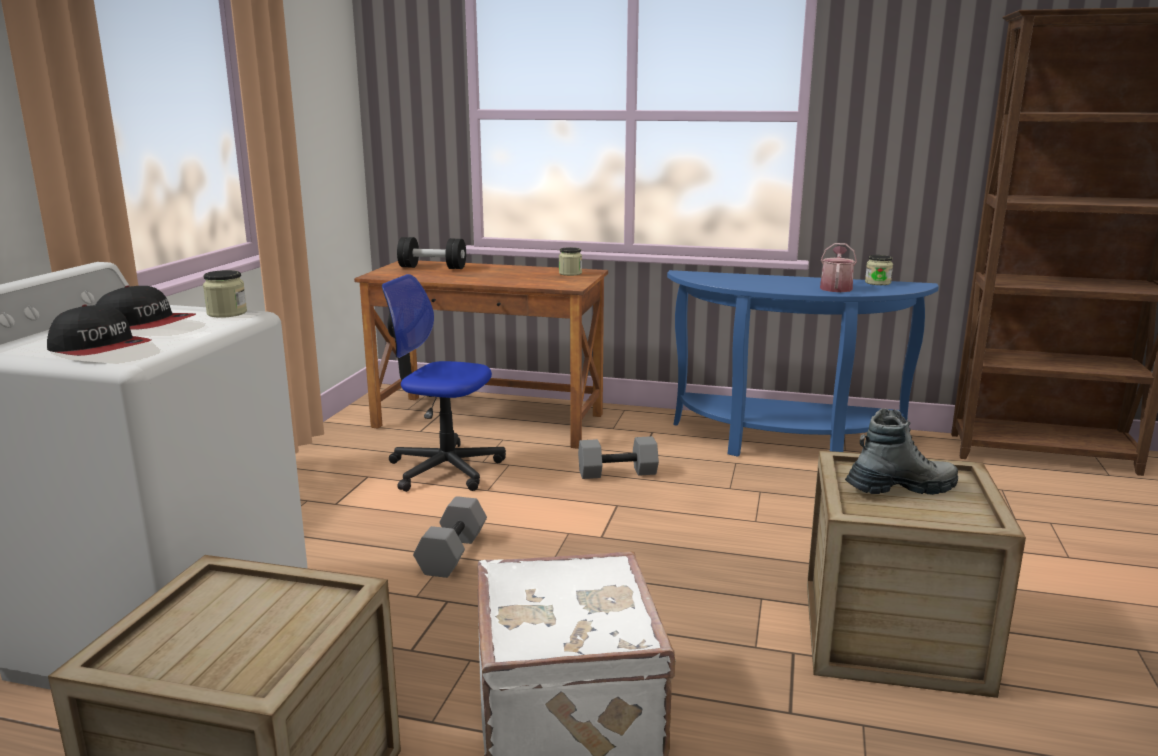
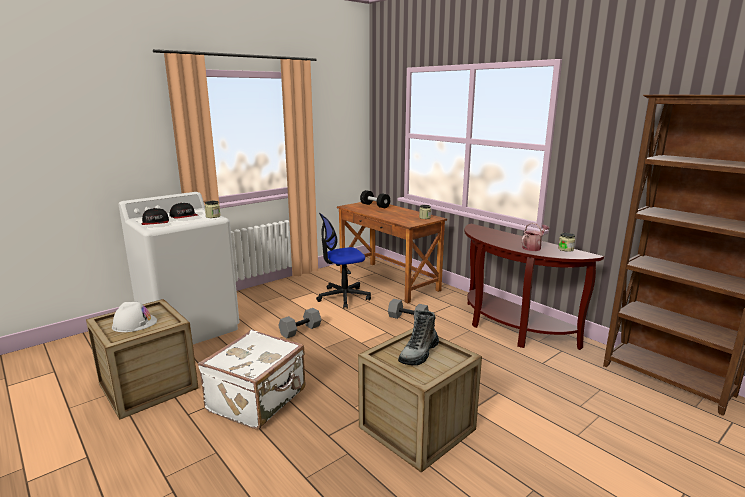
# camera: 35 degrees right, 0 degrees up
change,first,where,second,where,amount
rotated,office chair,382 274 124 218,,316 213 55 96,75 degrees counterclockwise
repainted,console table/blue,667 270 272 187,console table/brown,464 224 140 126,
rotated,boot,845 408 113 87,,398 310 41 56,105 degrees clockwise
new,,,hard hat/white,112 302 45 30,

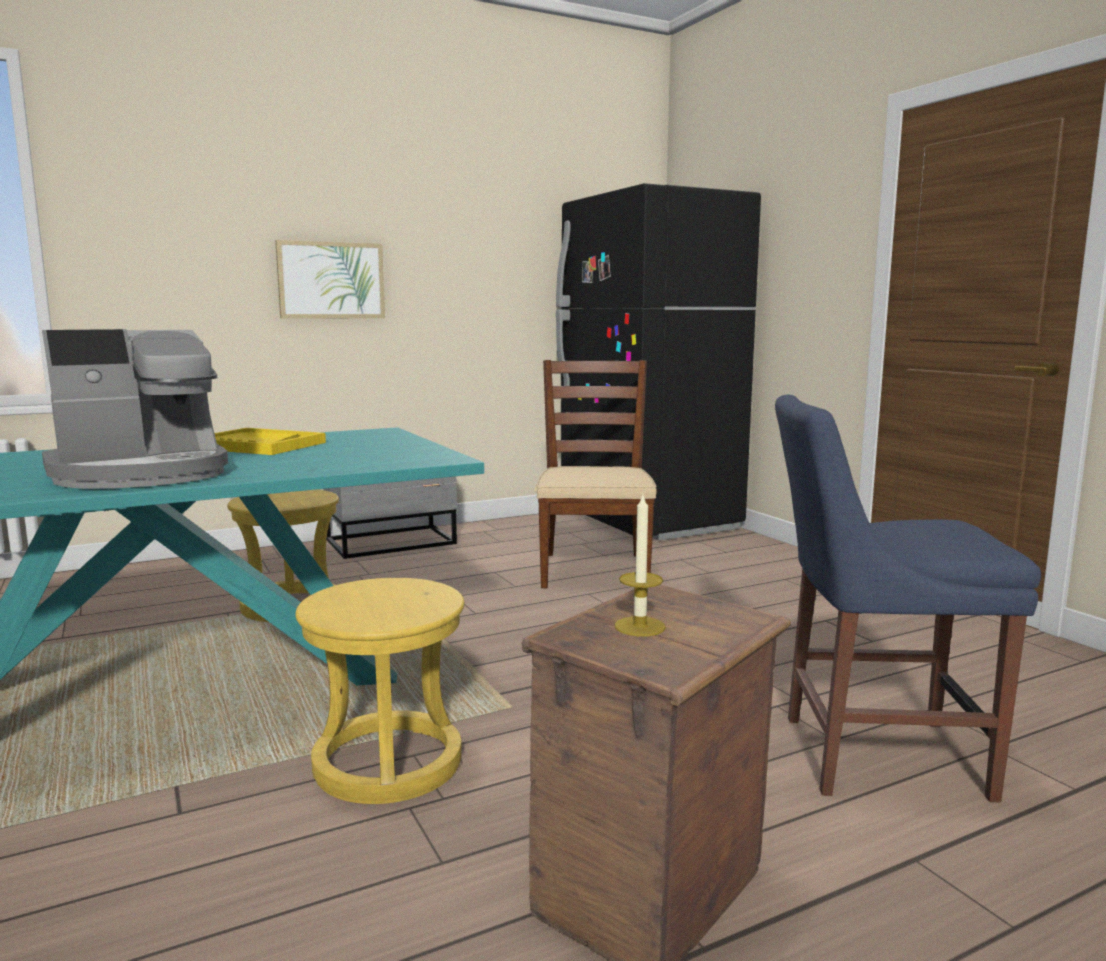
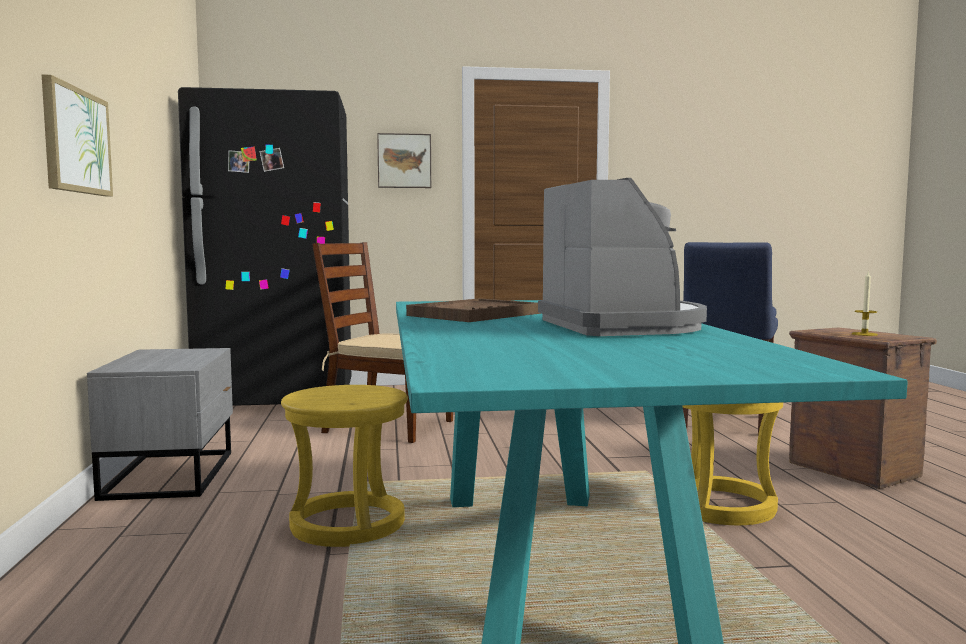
# camera: 70 degrees left, 5 degrees down
change,first,where,second,where,amount
repainted,tray/yellow,214 428 112 27,tray/brown,406 298 135 24,
new,,,picture,377 133 54 55,

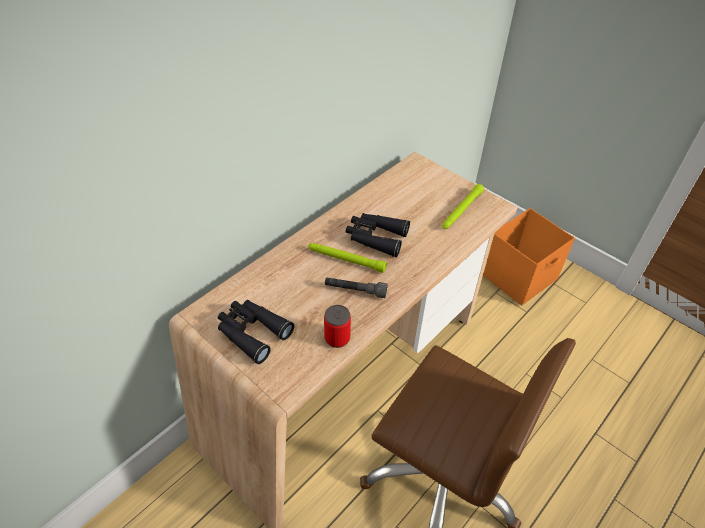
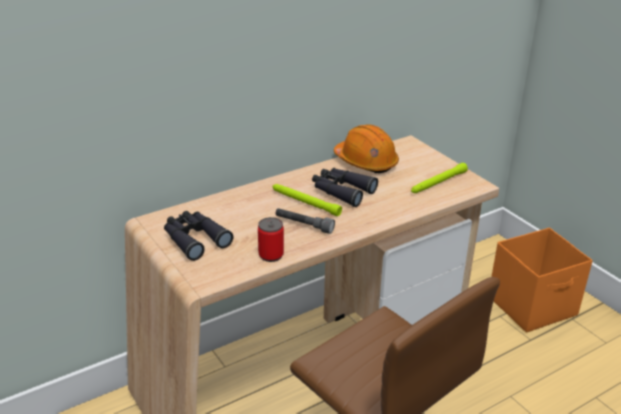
# camera: 15 degrees right, 15 degrees down
change,first,where,second,where,amount
new,,,hard hat/orange,334 124 65 49,

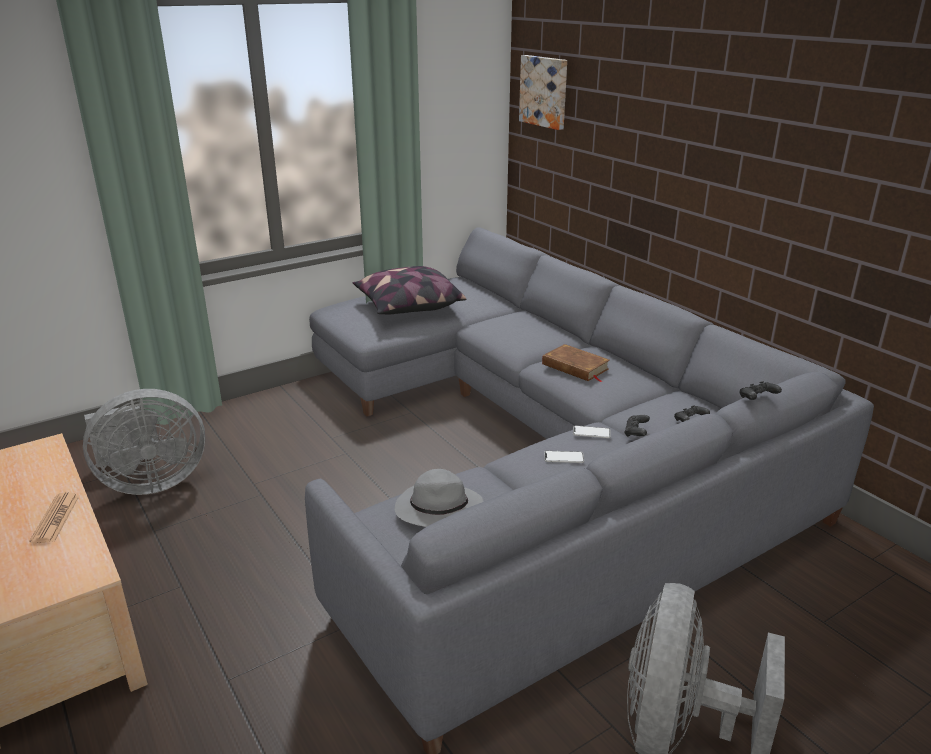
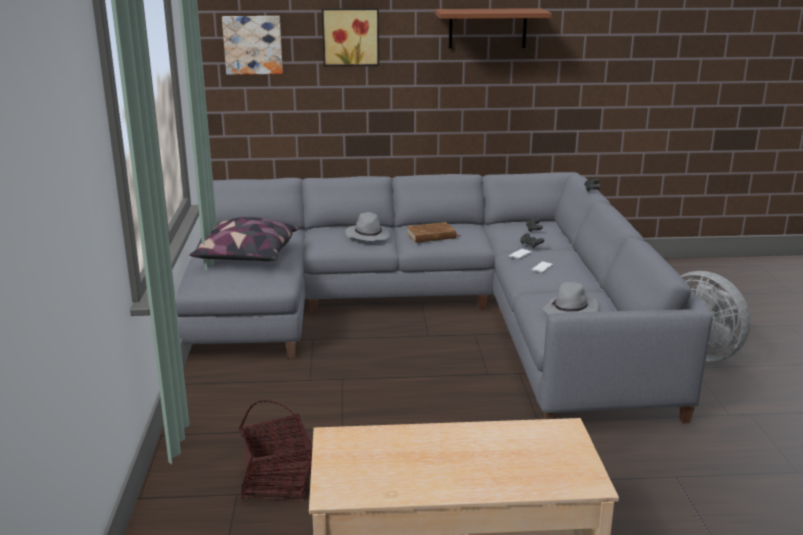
# camera: 60 degrees left, 5 degrees down
change,first,where,second,where,amount
gone,newspaper,29 492 50 51,,,
swapped,fan/grey,83 389 122 106,basket,239 400 74 100,
new,,,picture,322 8 57 59,
new,,,hat/grey,346 212 44 29,
new,,,shelf/brown,435 8 117 41,

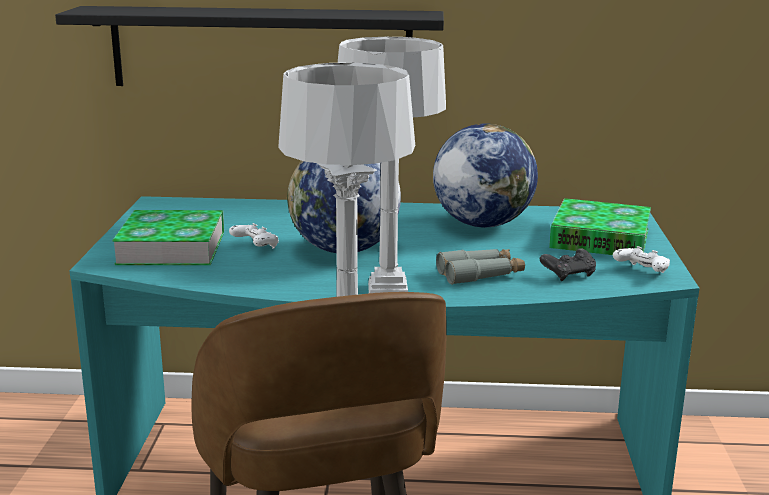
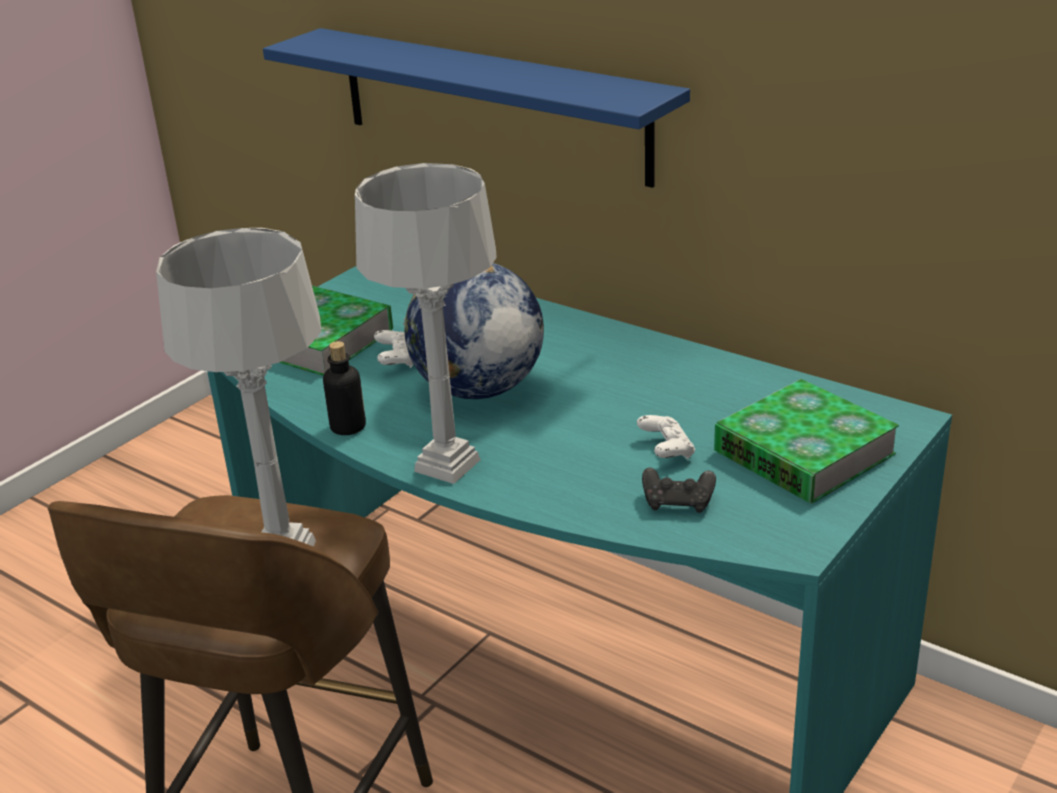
# camera: 35 degrees right, 10 degrees up
change,first,where,second,where,amount
repainted,shelf/black,55 6 389 80,shelf/blue,263 28 427 160,
gone,globe,433 124 105 104,,,
gone,binoculars/grey,436 249 89 36,,,
shifted,game controller/white,613 246 57 27,,637 415 58 44,
new,,,bottle,323 341 43 94,

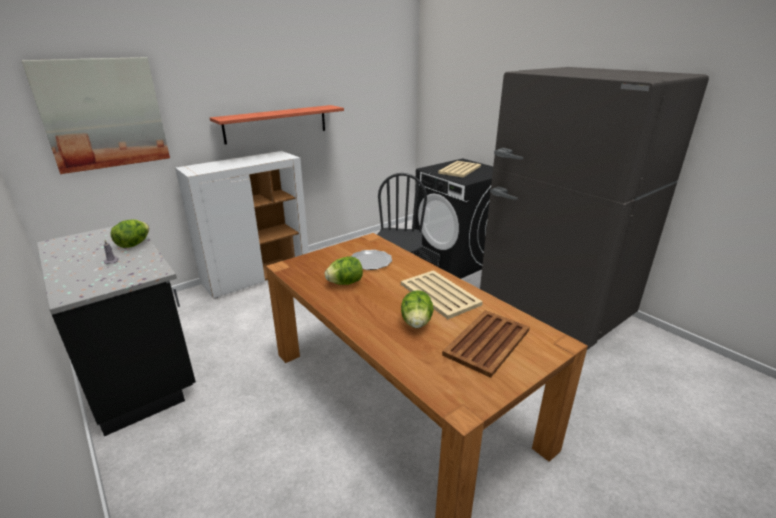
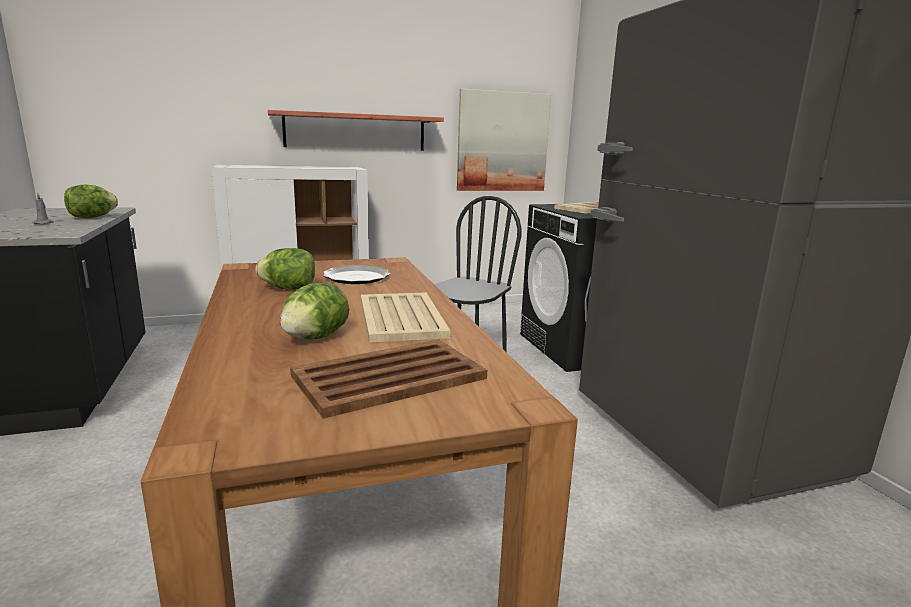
# camera: 20 degrees right, 10 degrees down
change,first,where,second,where,amount
shifted,picture,21 57 149 117,,457 89 94 102,

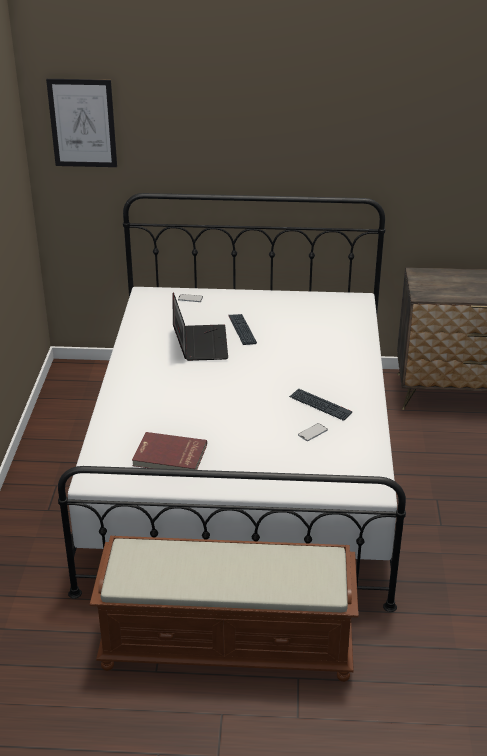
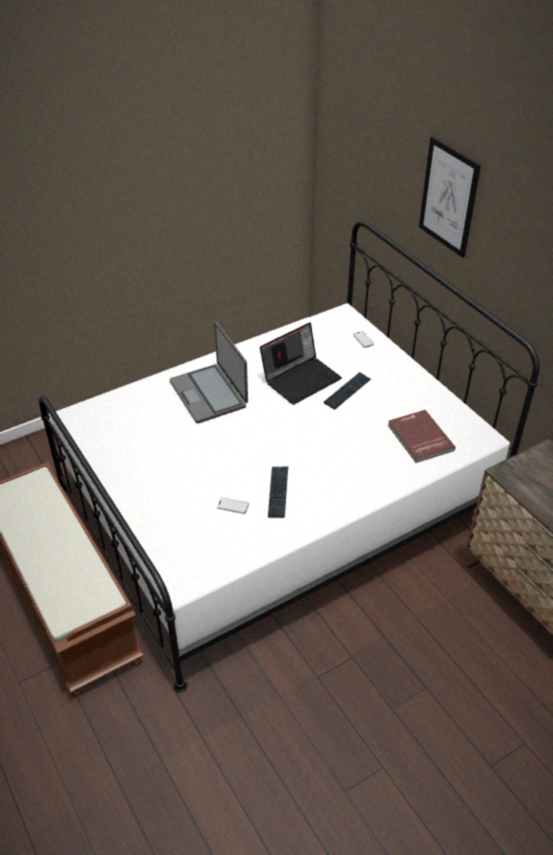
# camera: 55 degrees right, 10 degrees up
change,first,where,second,where,amount
shifted,picture,46 79 71 88,,419 137 62 121,
shifted,book/red,132 432 75 38,,388 410 67 53,
new,,,laptop,170 322 78 101,

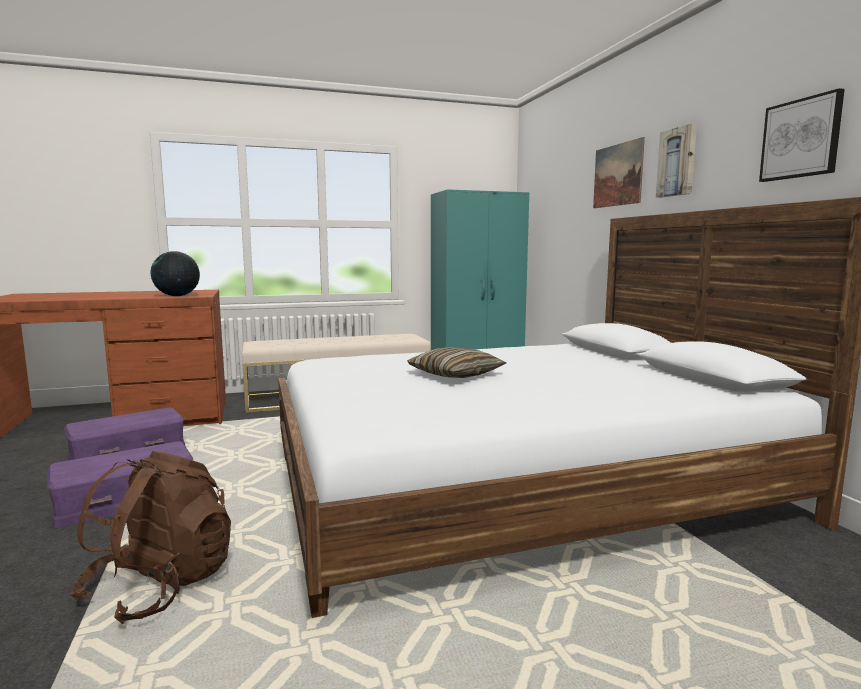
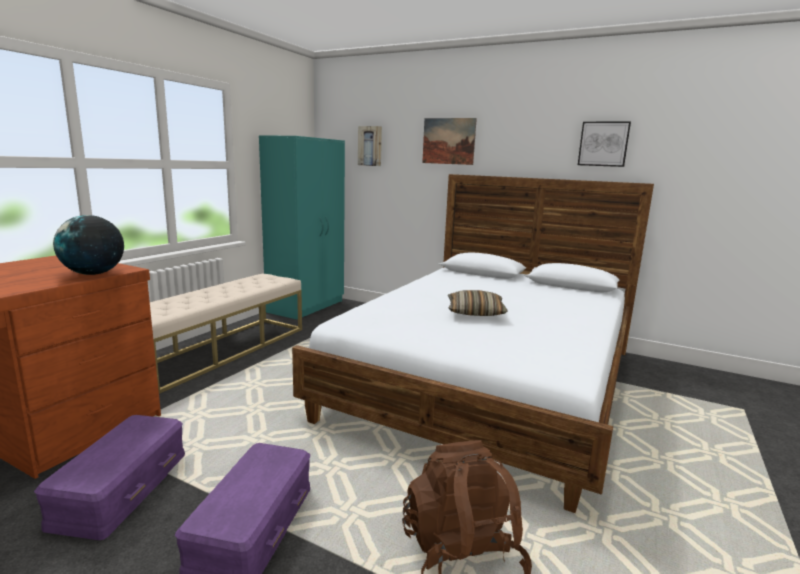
# camera: 45 degrees left, 5 degrees up
change,first,where,second,where,amount
shifted,picture,656 123 41 75,,358 126 24 40,

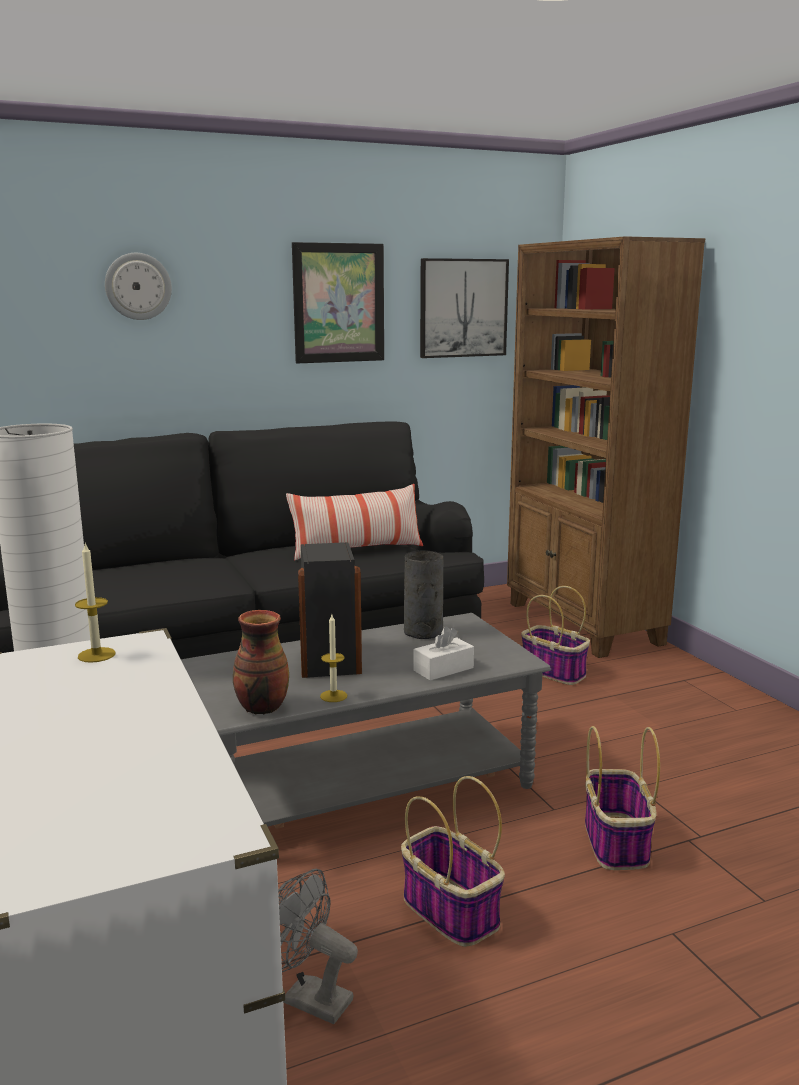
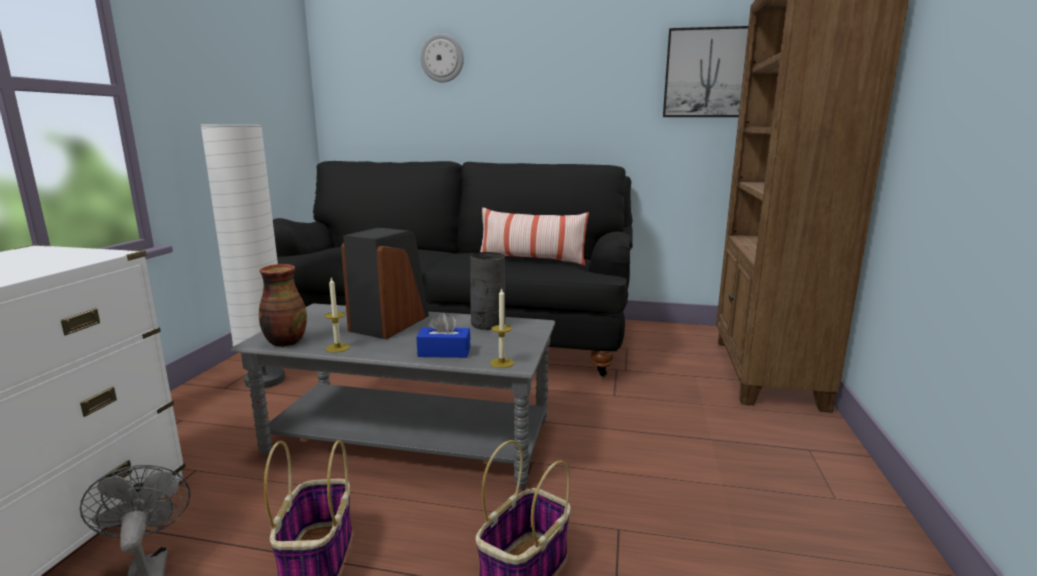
# camera: 35 degrees right, 0 degrees up
change,first,where,second,where,amount
shifted,candle,75 543 41 120,,490 287 24 81,
gone,picture,292 242 92 121,,,
repainted,tissue box/white,414 626 60 55,tissue box/blue,417 313 53 45,
gone,basket,521 586 69 99,,,

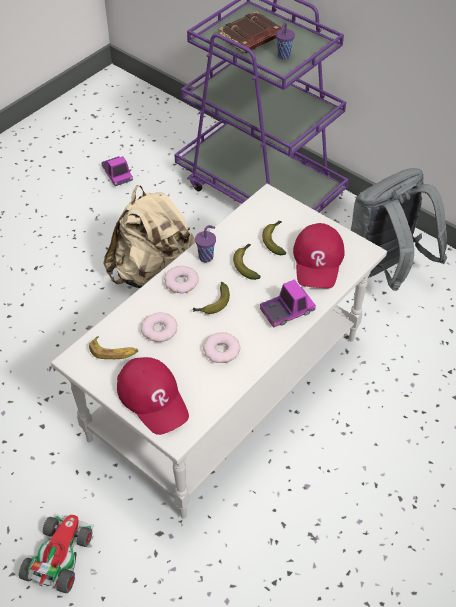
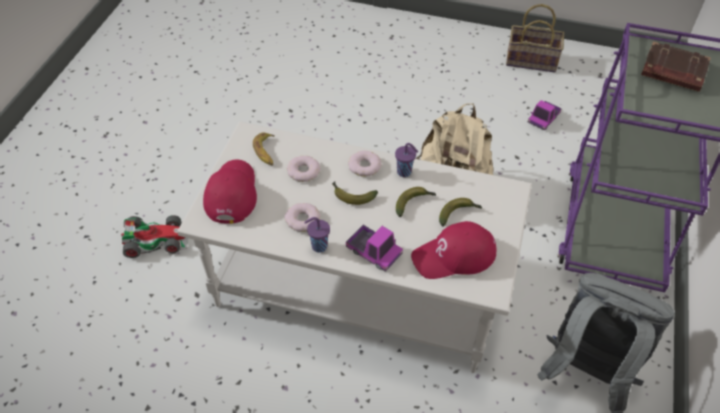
# camera: 65 degrees right, 0 degrees up
change,first,where,second,where,amount
rotated,cap/red,117 357 72 78,,203 159 54 65,150 degrees clockwise
shifted,cup/purple,276 23 19 36,,304 217 26 36,
new,,,basket,506 4 58 68,

